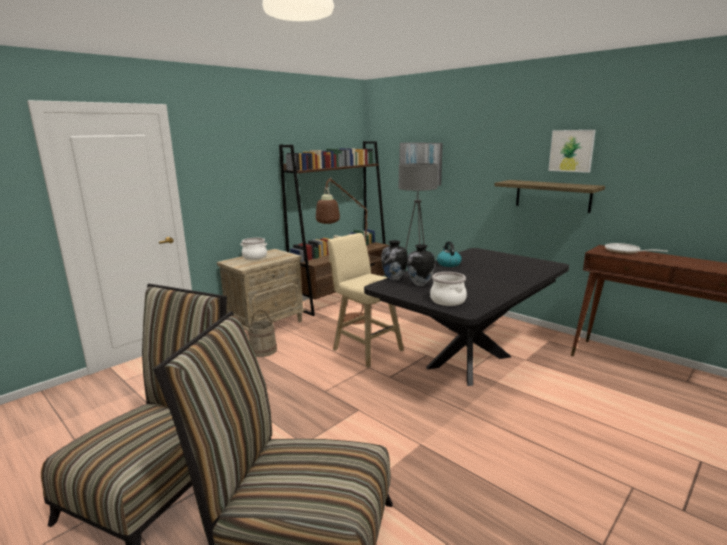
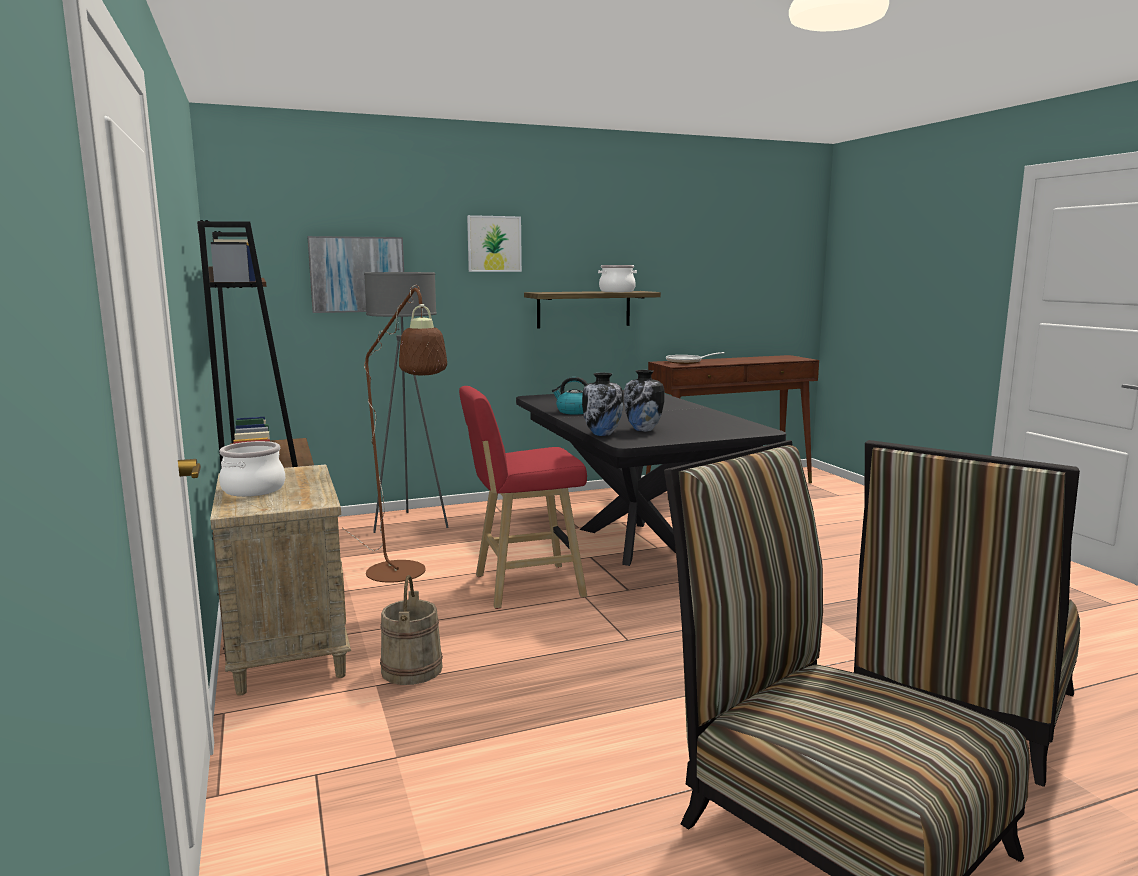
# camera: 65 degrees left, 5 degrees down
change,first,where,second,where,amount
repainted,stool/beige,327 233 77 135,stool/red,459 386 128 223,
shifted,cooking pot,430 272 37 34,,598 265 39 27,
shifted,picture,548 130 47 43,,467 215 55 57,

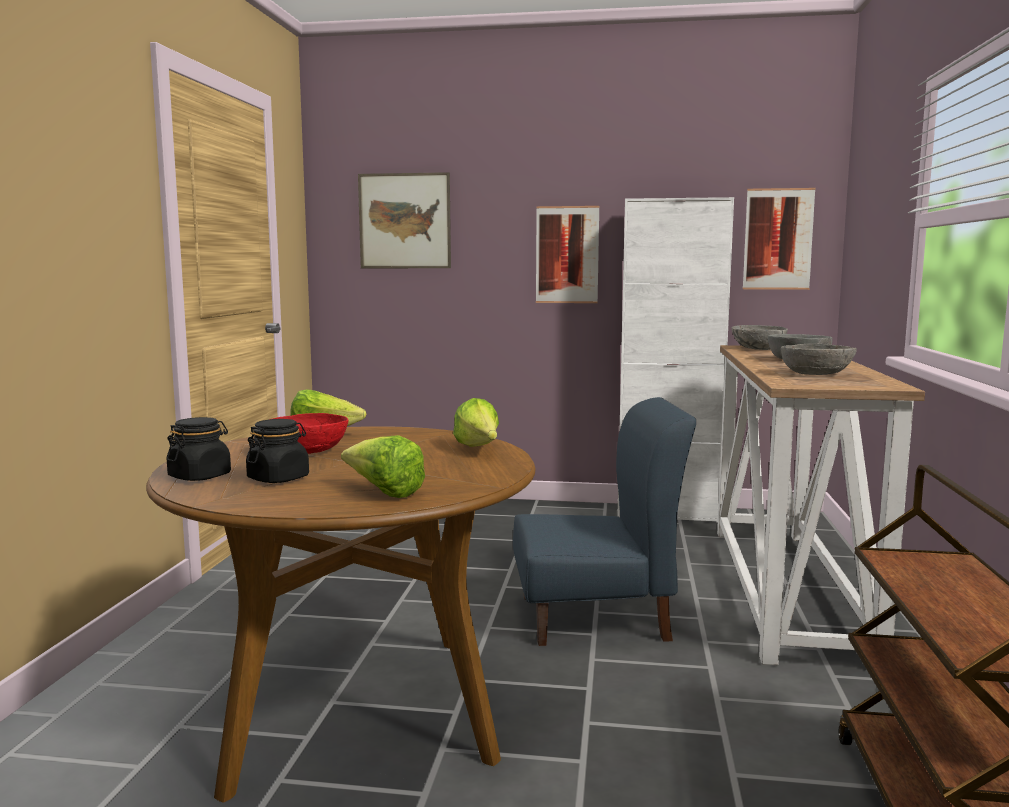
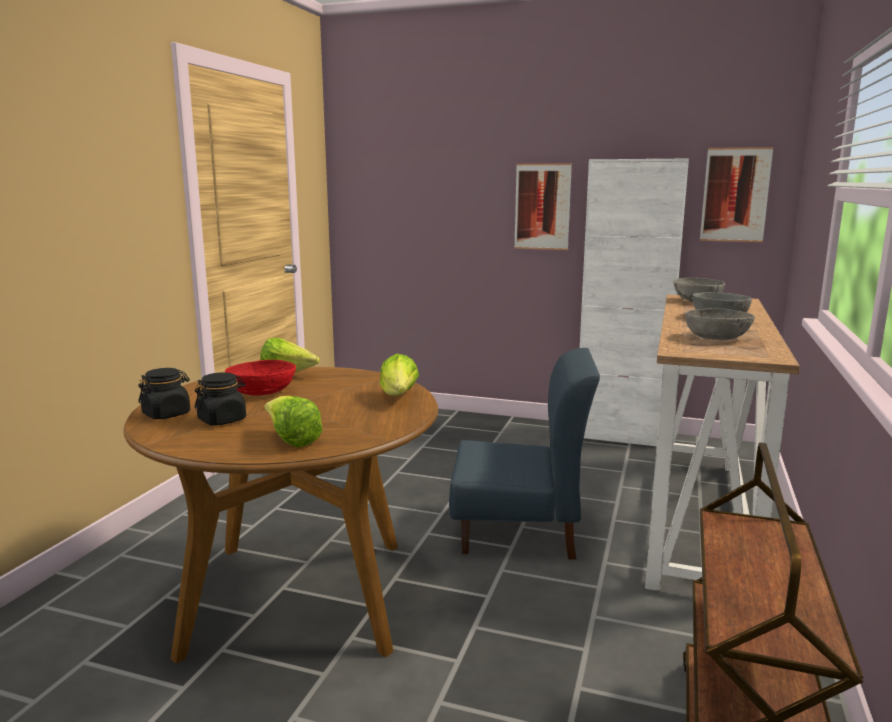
# camera: 10 degrees right, 5 degrees up
change,first,where,second,where,amount
gone,picture,358 172 93 96,,,

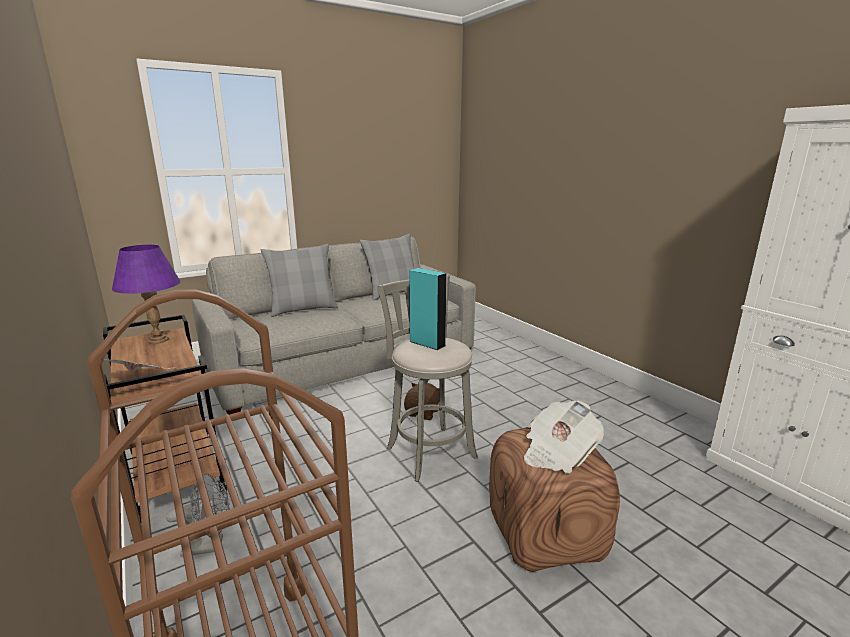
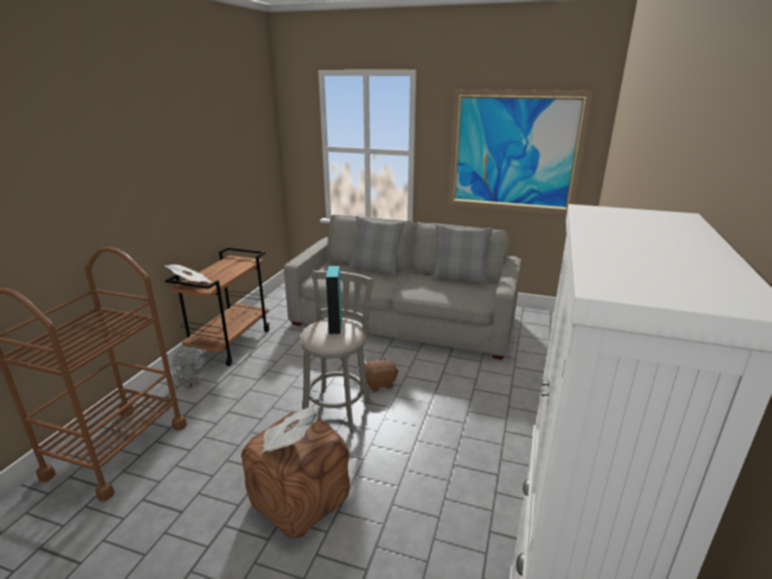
# camera: 50 degrees right, 5 degrees up
change,first,where,second,where,amount
gone,table lamp/purple,112 245 68 99,,,
new,,,picture,448 89 145 126,

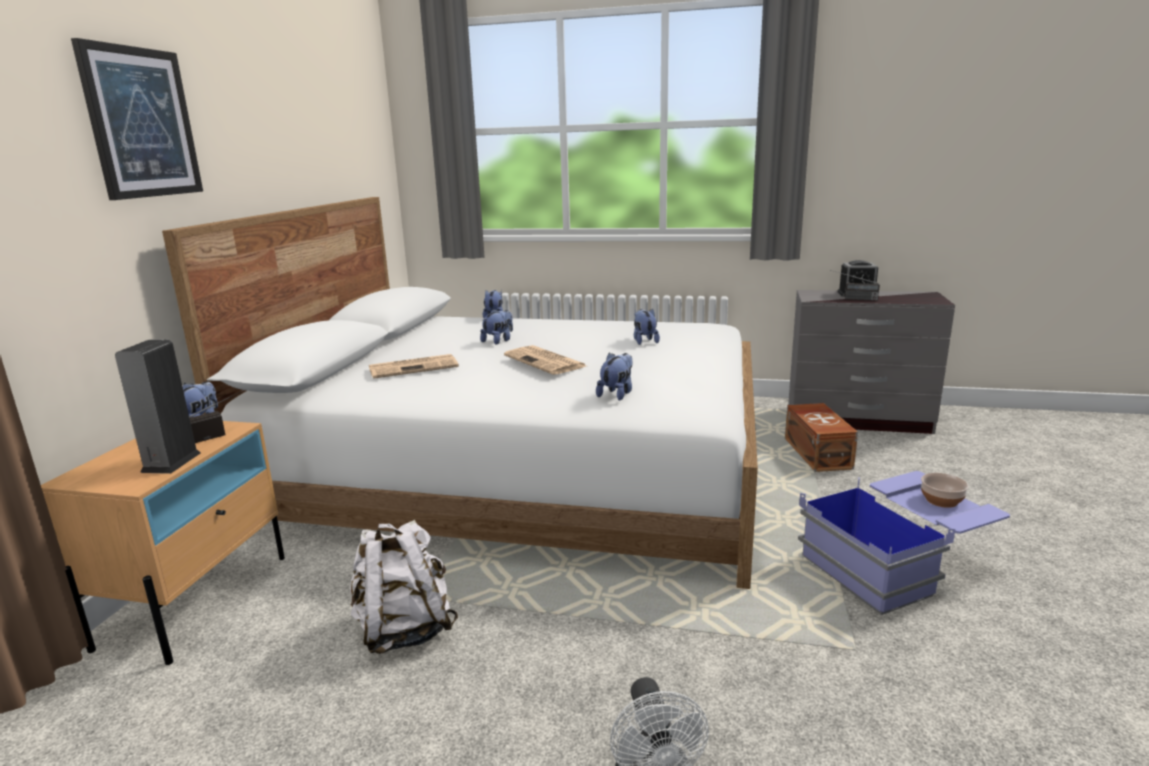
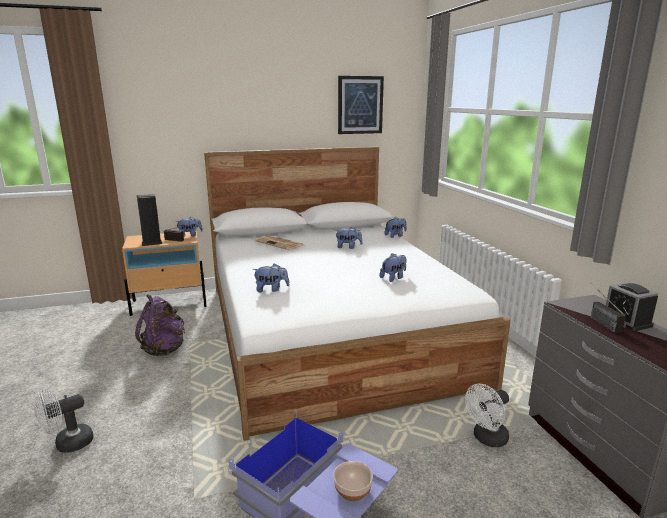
# camera: 60 degrees right, 0 degrees up
change,first,where,second,where,amount
shifted,picture,71 38 132 162,,338 76 46 58,
repainted,backpack/white,350 520 108 134,backpack/purple,135 294 50 62,
gone,newspaper,504 345 82 30,,,
swapped,storage box/brown,785 403 73 69,fan/white,465 384 44 63,

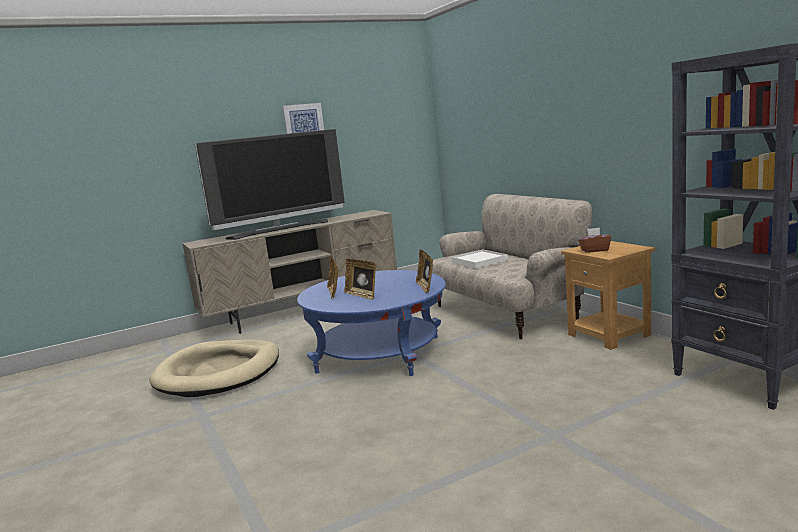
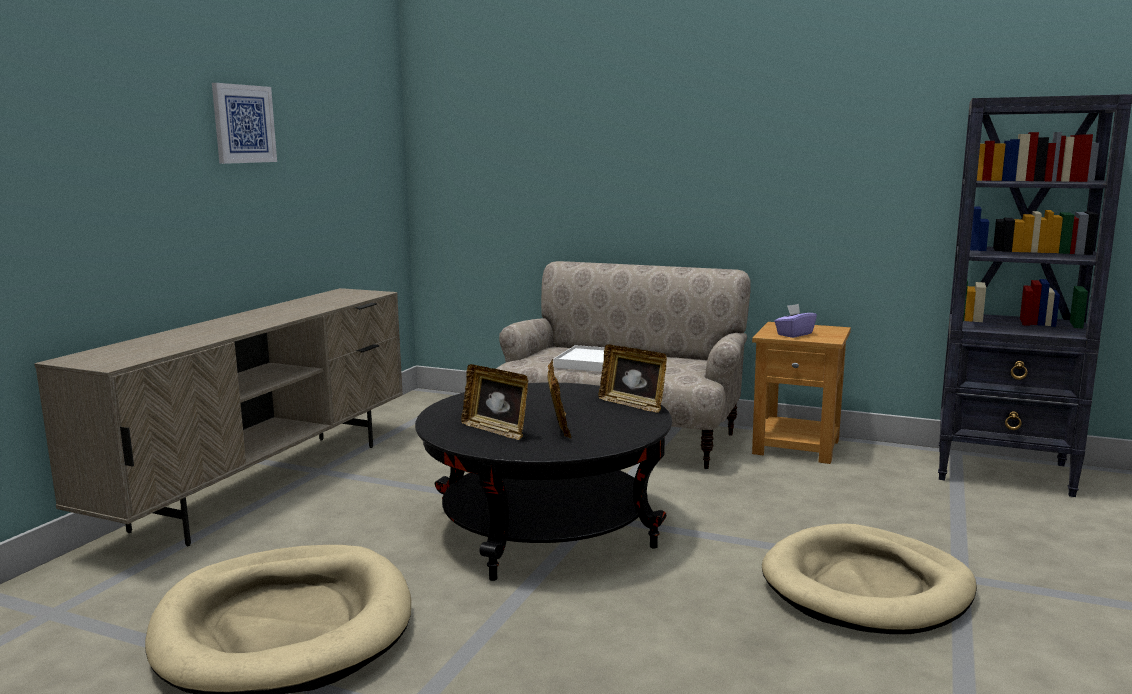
# camera: 40 degrees left, 0 degrees up
change,first,where,second,where,amount
gone,television,195 129 150 111,,,
repainted,coffee table/blue,297 270 149 106,coffee table/black,415 383 257 198,
rotated,picture frame,344 259 32 41,,547 359 25 79,105 degrees counterclockwise
repainted,tissue box/brown,578 227 34 26,tissue box/purple,774 304 43 34,
new,,,dog bed/beige,762 523 215 111,

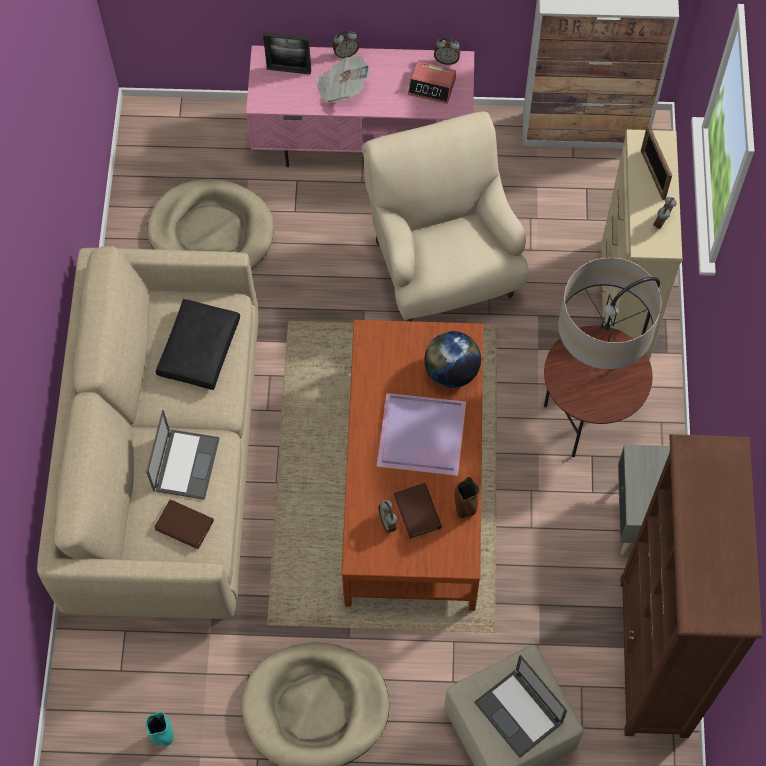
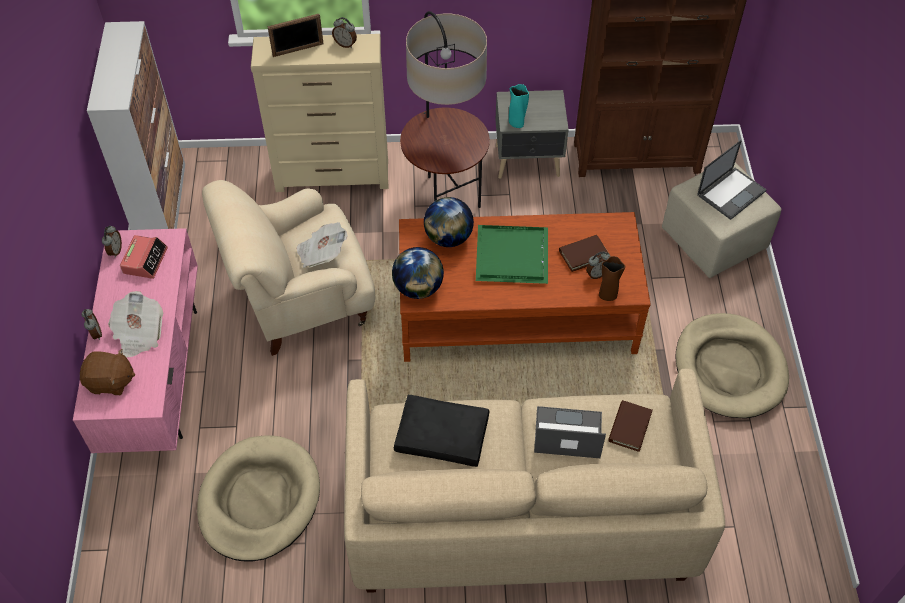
# camera: 95 degrees left, 10 degrees down
change,first,where,second,where,amount
shifted,vase/turquoise,146 712 28 34,,509 84 20 44,
swapped,picture frame,263 32 48 43,plush toy/brown,80 349 55 46,
repainted,tray/purple,377 393 89 83,tray/green,476 225 72 59,
shifted,vase/brown,454 477 26 41,,599 256 26 45,
new,,,newspaper,296 222 51 46,
new,,,globe,392 247 52 52,

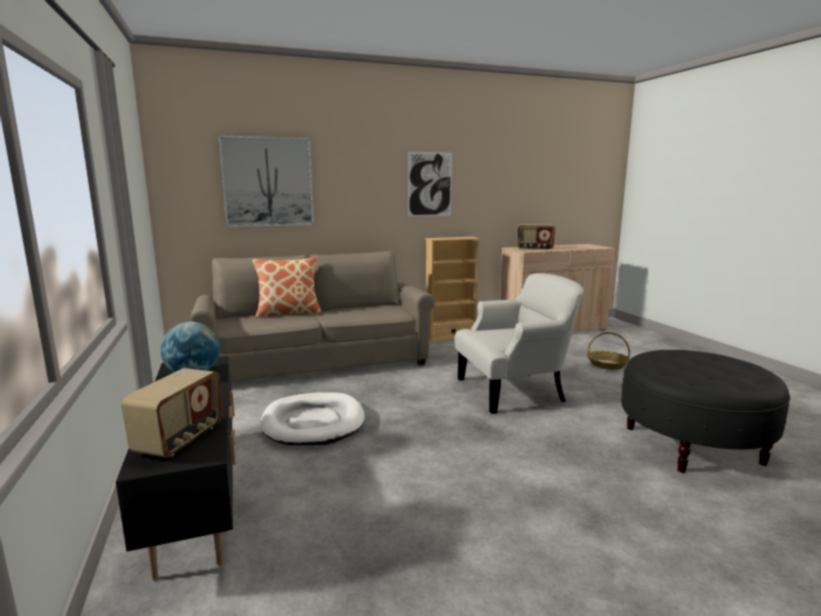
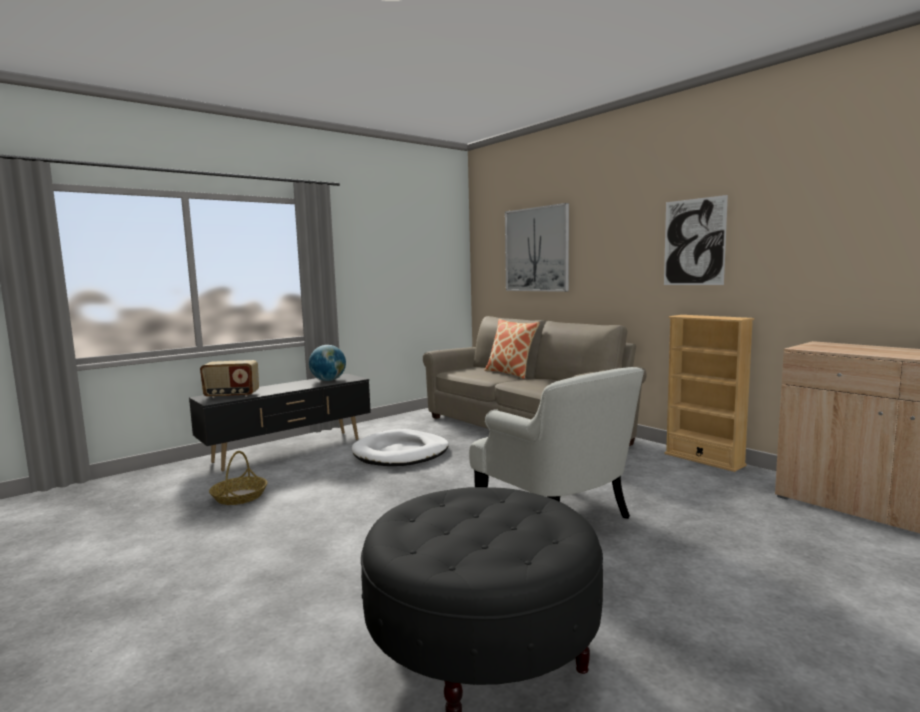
# camera: 70 degrees right, 5 degrees down
change,first,where,second,where,amount
gone,radio,517 224 38 27,,,
shifted,basket,587 332 43 38,,209 451 58 54,

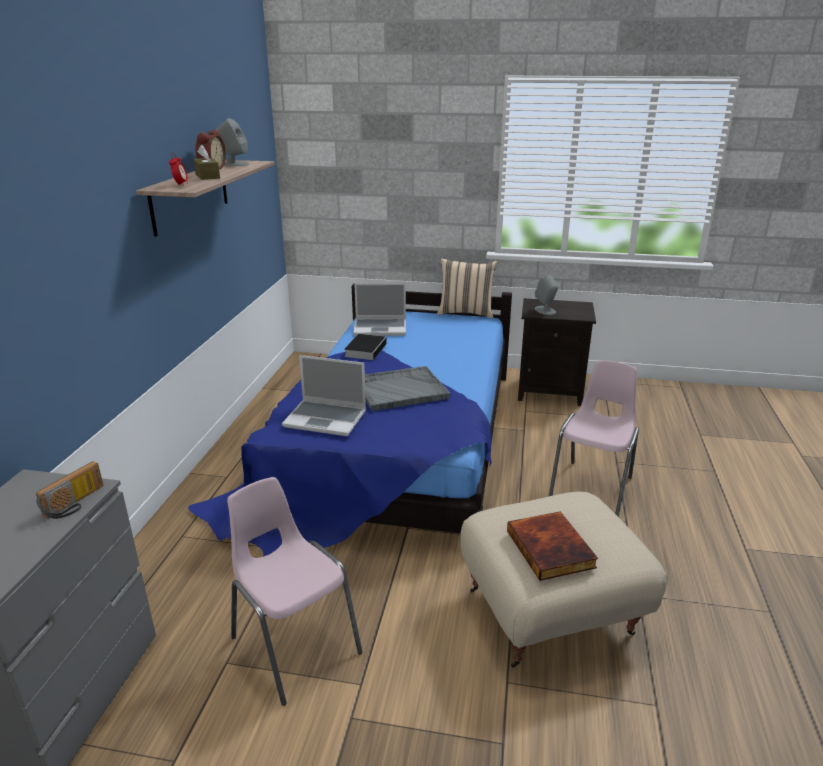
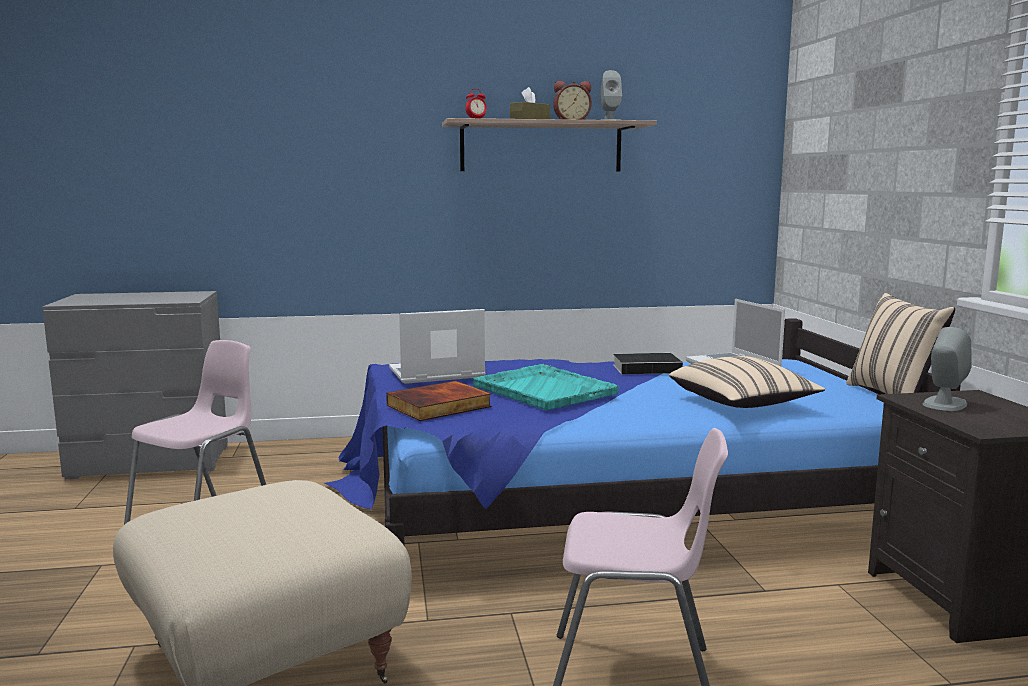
# camera: 70 degrees right, 15 degrees down
change,first,where,second,where,amount
gone,radio,36 461 67 58,,,
rotated,laptop,282 355 84 81,,389 309 97 75,75 degrees clockwise
repainted,tray/grey,365 366 85 45,tray/turquoise,473 364 146 46,
shifted,book,507 511 91 70,,386 381 106 40,
new,,,pillow/beige,669 356 156 52,

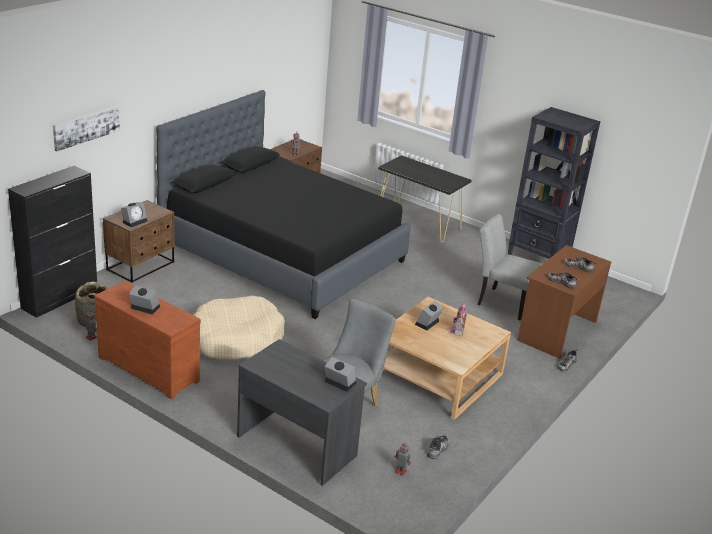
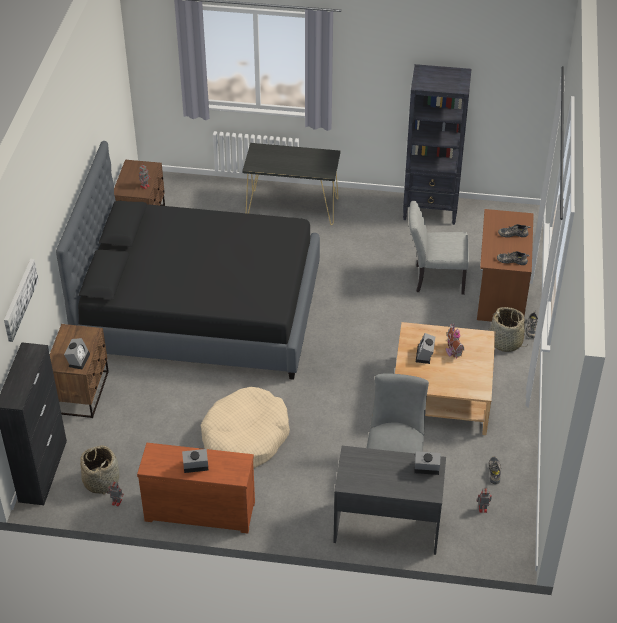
# camera: 25 degrees left, 15 degrees up
change,first,where,second,where,amount
new,,,basket,489 307 36 45,

